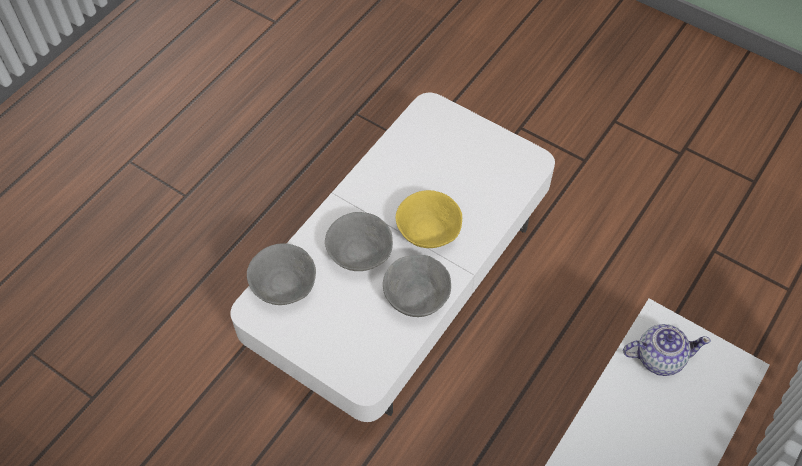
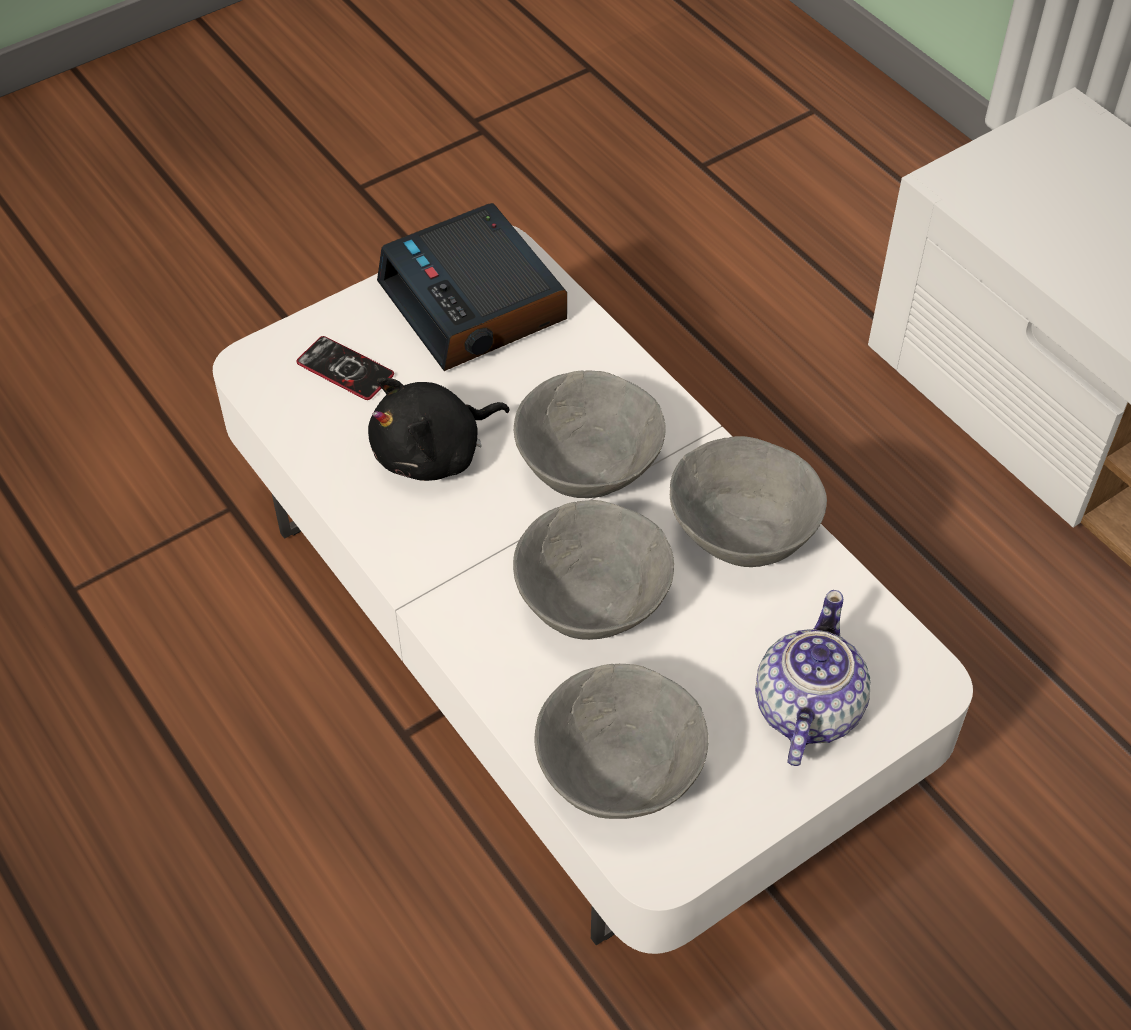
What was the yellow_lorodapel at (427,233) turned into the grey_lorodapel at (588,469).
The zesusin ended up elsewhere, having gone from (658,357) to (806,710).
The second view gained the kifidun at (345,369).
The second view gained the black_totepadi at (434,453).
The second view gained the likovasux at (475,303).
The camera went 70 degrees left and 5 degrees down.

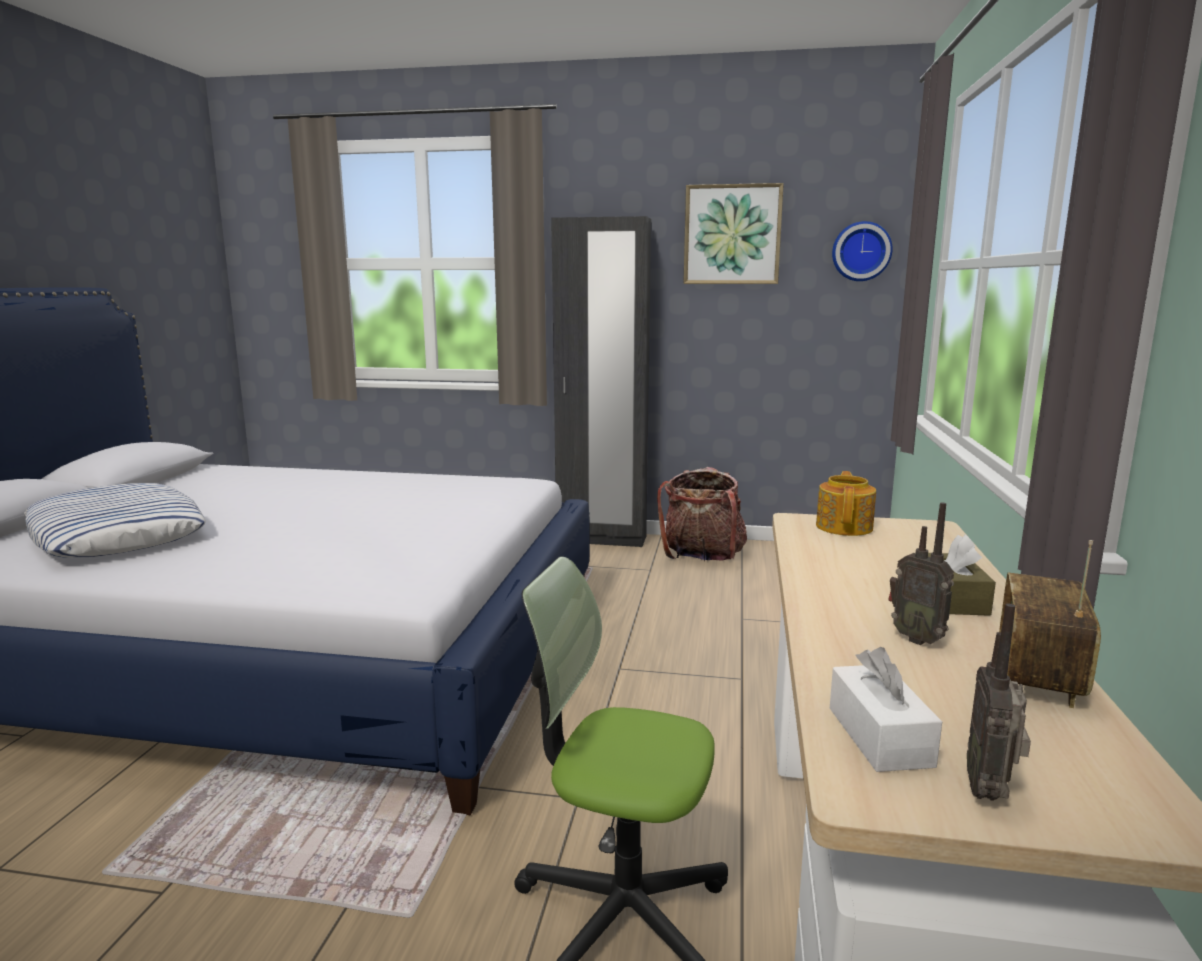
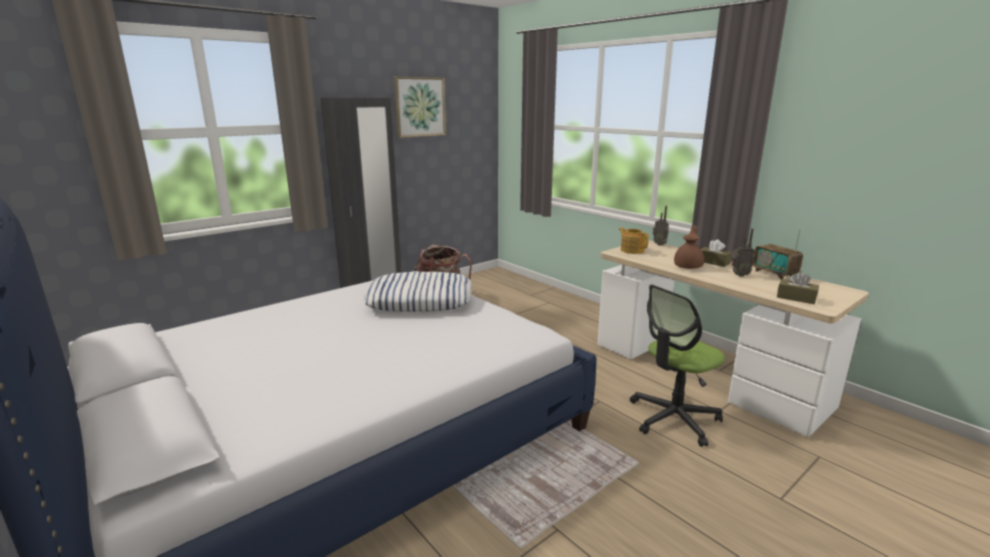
The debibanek ended up elsewhere, having gone from (116,534) to (419,300).
What was the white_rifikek at (879,736) turned into the brown_rifikek at (796,298).
The second view lost the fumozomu at (861,251).
The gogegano ended up elsewhere, having gone from (990,790) to (660,244).
The second view gained the brown_zesusin at (688,266).
The camera went 50 degrees left and 5 degrees up.

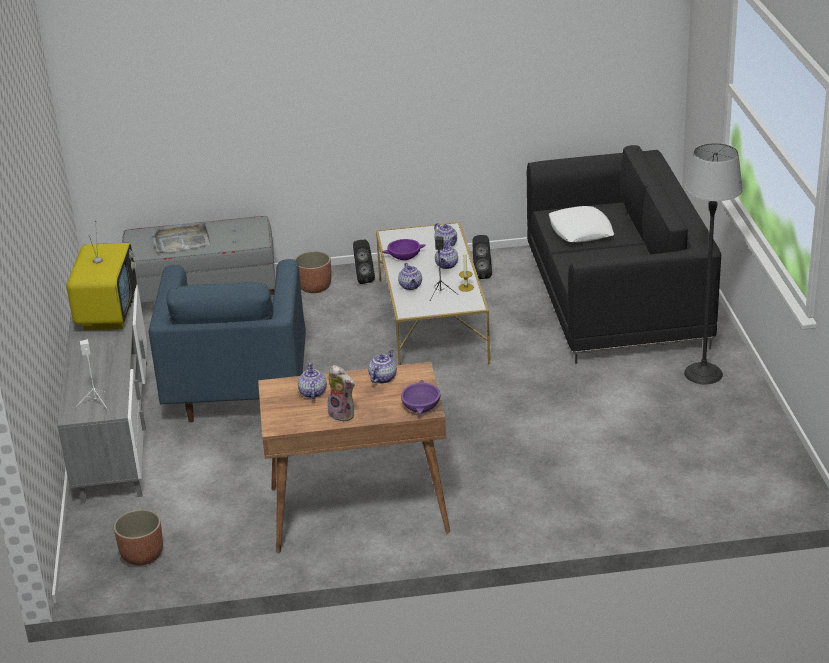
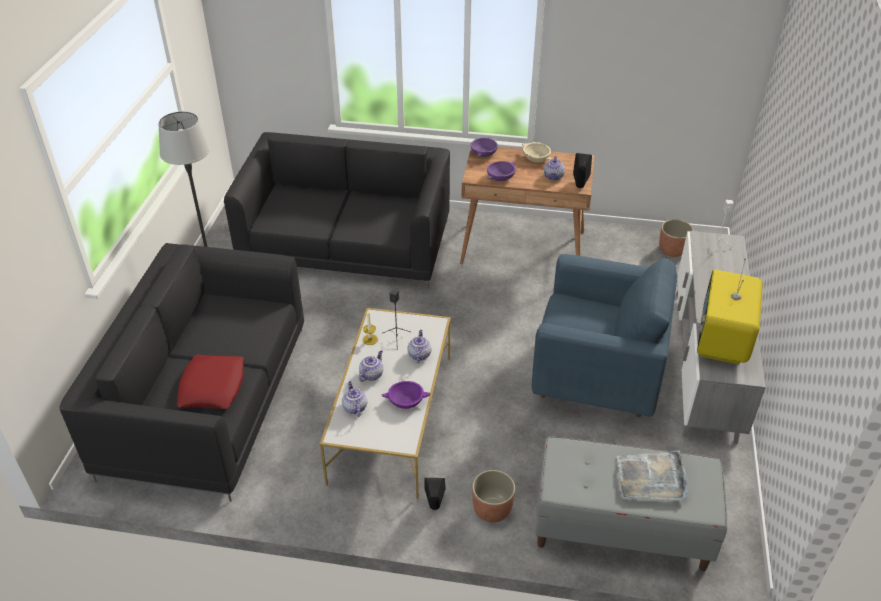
The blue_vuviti at (237,389) ended up facing another way, 90 degrees clockwise from before.
Where the totepadi stood at (343,414), the beige_lorodapel came to stand at (536,158).
Where the zesusin stood at (383,378), the purple_lorodapel came to stand at (501,177).
The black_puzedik ended up elsewhere, having gone from (481,274) to (579,187).
What was the white_debibanek at (581,231) turned into the red_debibanek at (212,386).
The second view gained the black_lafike at (347,243).
The camera went 165 degrees left and 10 degrees up.

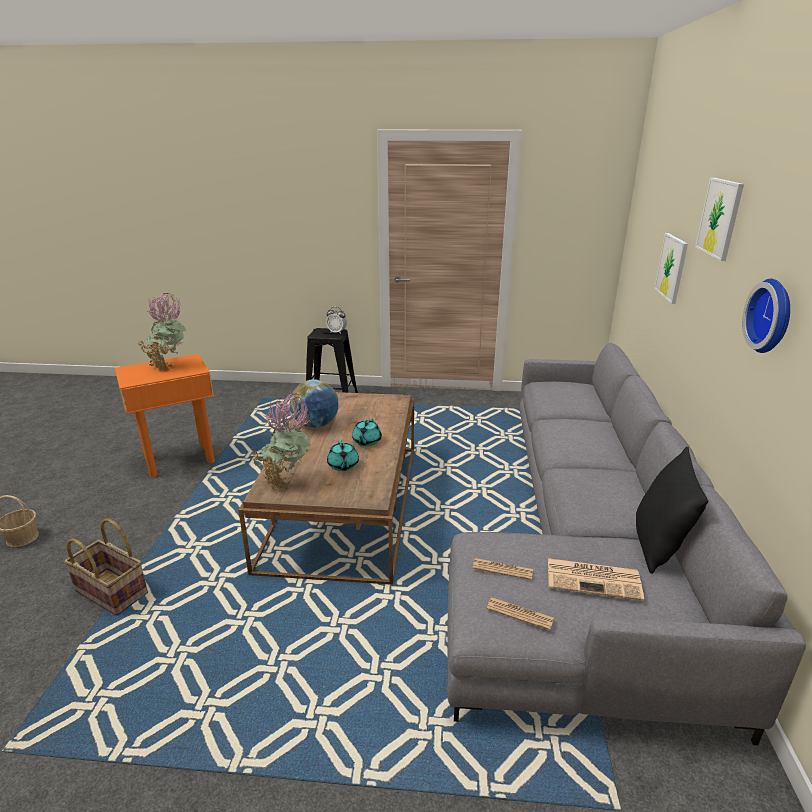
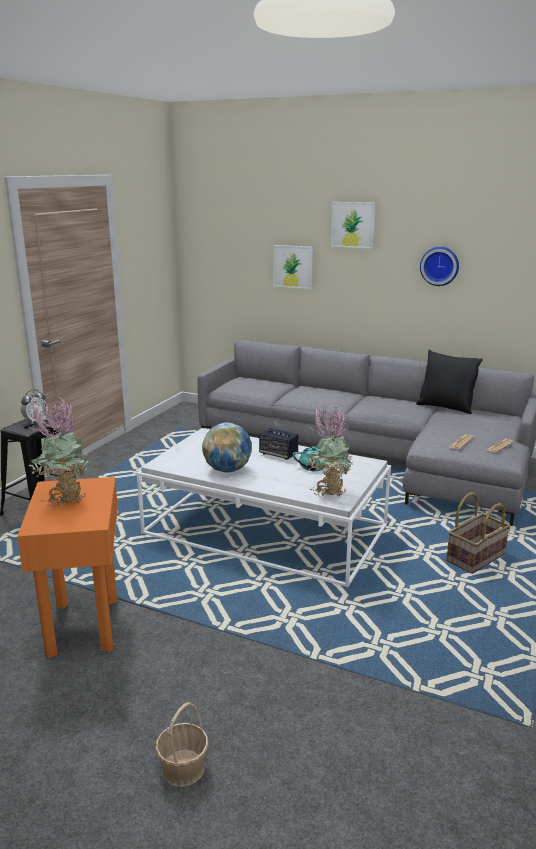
The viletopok ended up elsewhere, having gone from (113,591) to (475,557).
What was the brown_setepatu at (344,504) turned into the white_setepatu at (266,529).
Where the turquoise_zesusin stood at (366,441), the puzedik came to stand at (278,454).
The second view lost the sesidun at (594,579).
The camera went 70 degrees left and 5 degrees down.

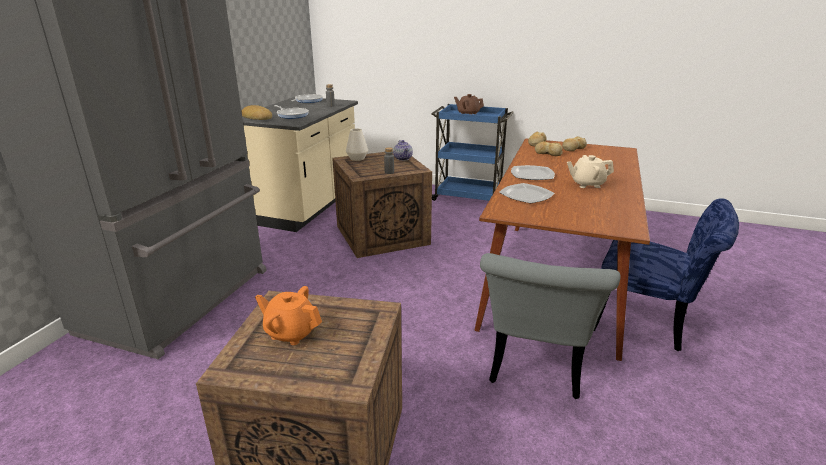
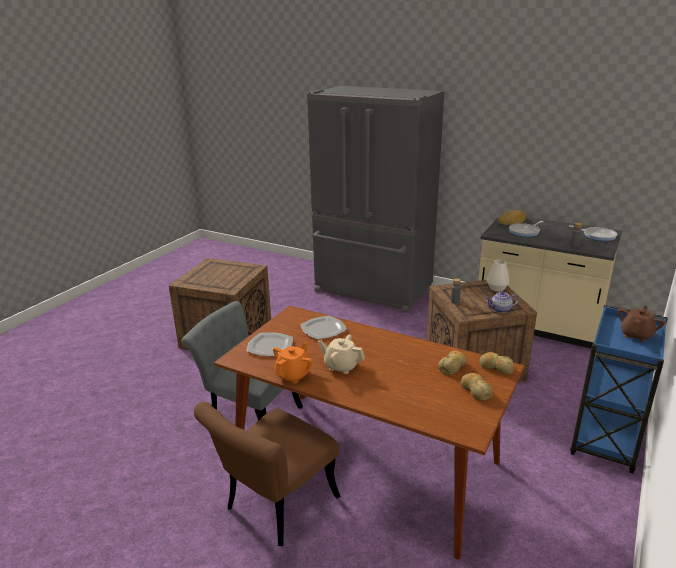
The orange_zesusin ended up elsewhere, having gone from (291,333) to (293,375).
The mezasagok ended up elsewhere, having gone from (532,175) to (270,346).
The beige_zesusin at (587,184) ended up facing another way, 75 degrees counterclockwise from before.
What was the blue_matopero at (649,323) turned into the brown_matopero at (274,507).
The camera went 100 degrees right and 0 degrees up.

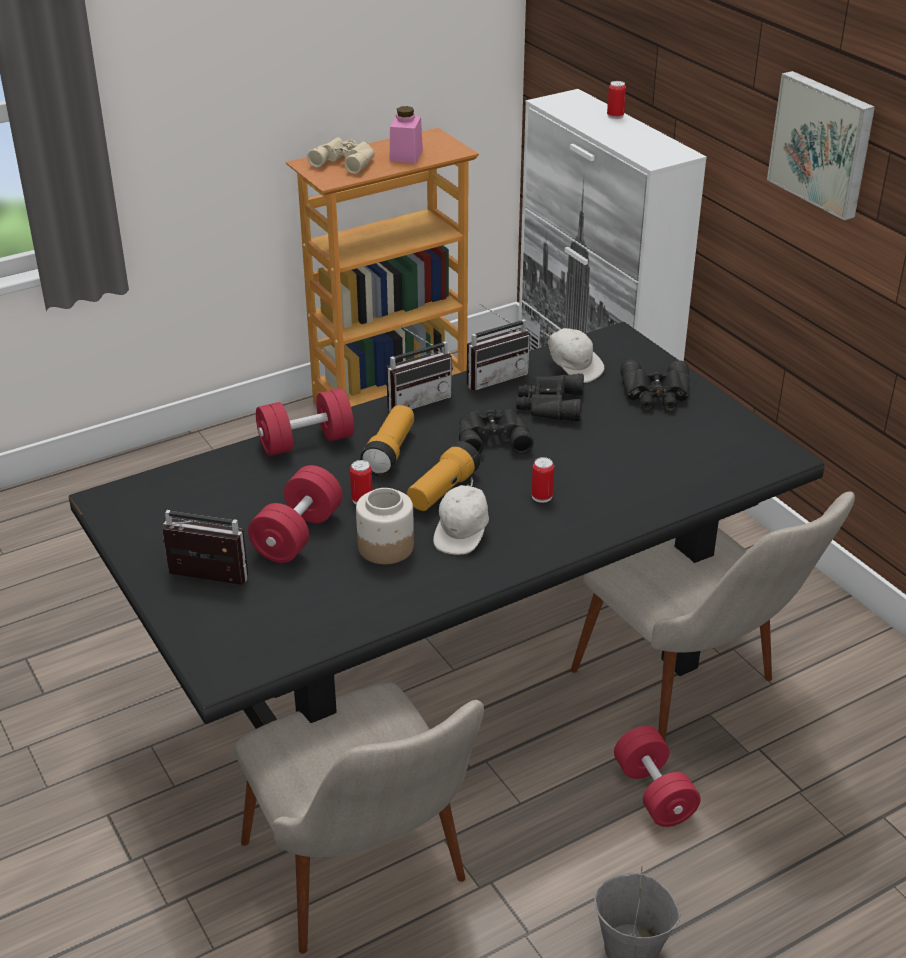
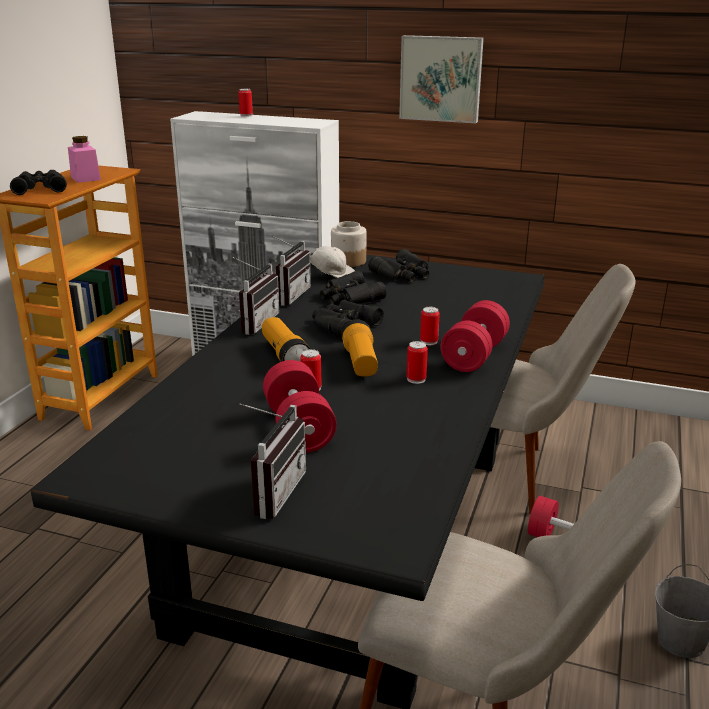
The gogegano at (204,581) ended up facing another way, 135 degrees clockwise from before.
The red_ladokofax ended up elsewhere, having gone from (306,442) to (474,355).
What was the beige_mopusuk at (346,161) turned into the black_mopusuk at (40,188).
The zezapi ended up elsewhere, having gone from (385,547) to (348,261).
Where the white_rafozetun stood at (463,534), the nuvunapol came to stand at (416,379).
The camera went 40 degrees left and 10 degrees down.

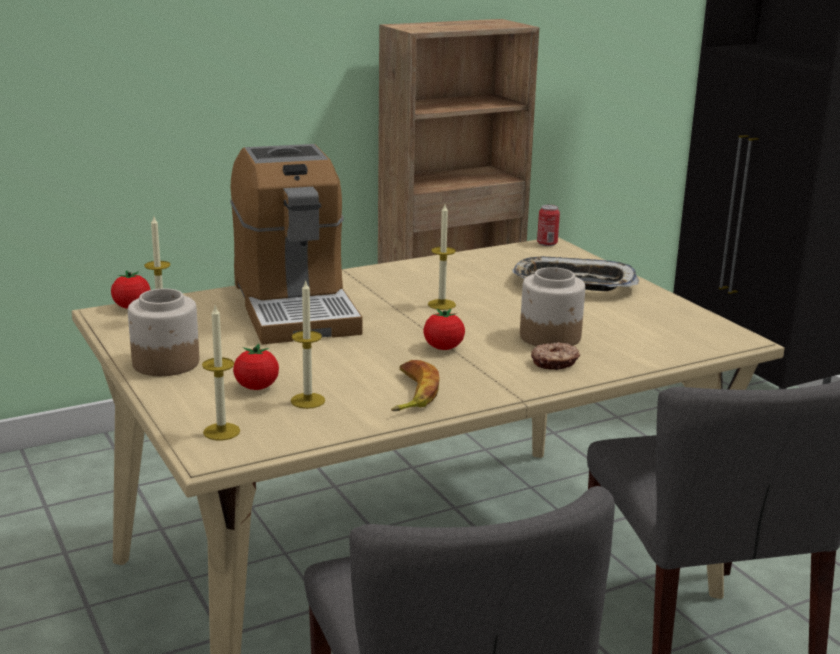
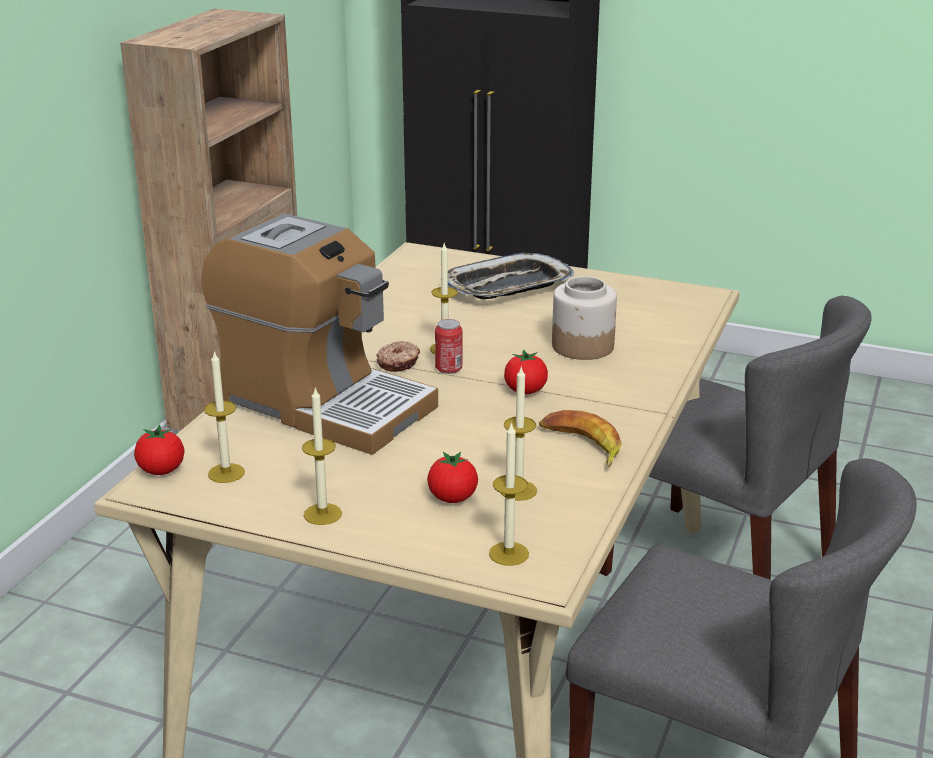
Where the zezapi stood at (165,363), the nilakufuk came to stand at (322,514).
The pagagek ended up elsewhere, having gone from (555,363) to (399,363).
The nuvunapol ended up elsewhere, having gone from (547,243) to (448,369).
The camera went 40 degrees left and 5 degrees up.

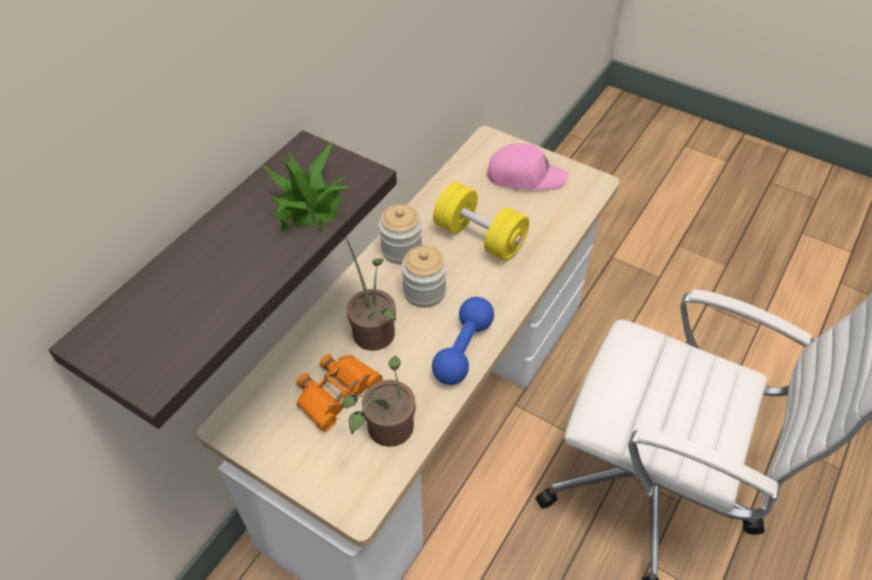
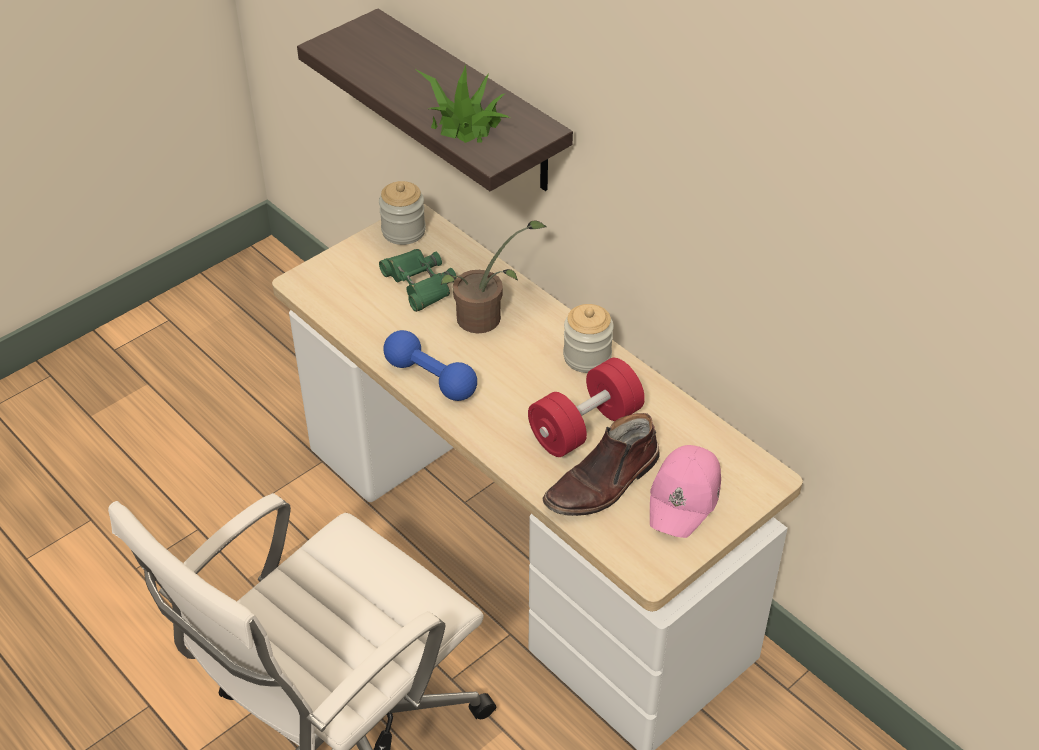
What was the orange_mopusuk at (336,393) turned into the green_mopusuk at (419,284).
The second view lost the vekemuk at (386,431).
The zezapi ended up elsewhere, having gone from (424,291) to (403,231).
What was the yellow_ladokofax at (479,237) turned into the red_ladokofax at (585,426).
The second view gained the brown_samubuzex at (603,483).
The camera went 105 degrees right and 5 degrees down.

